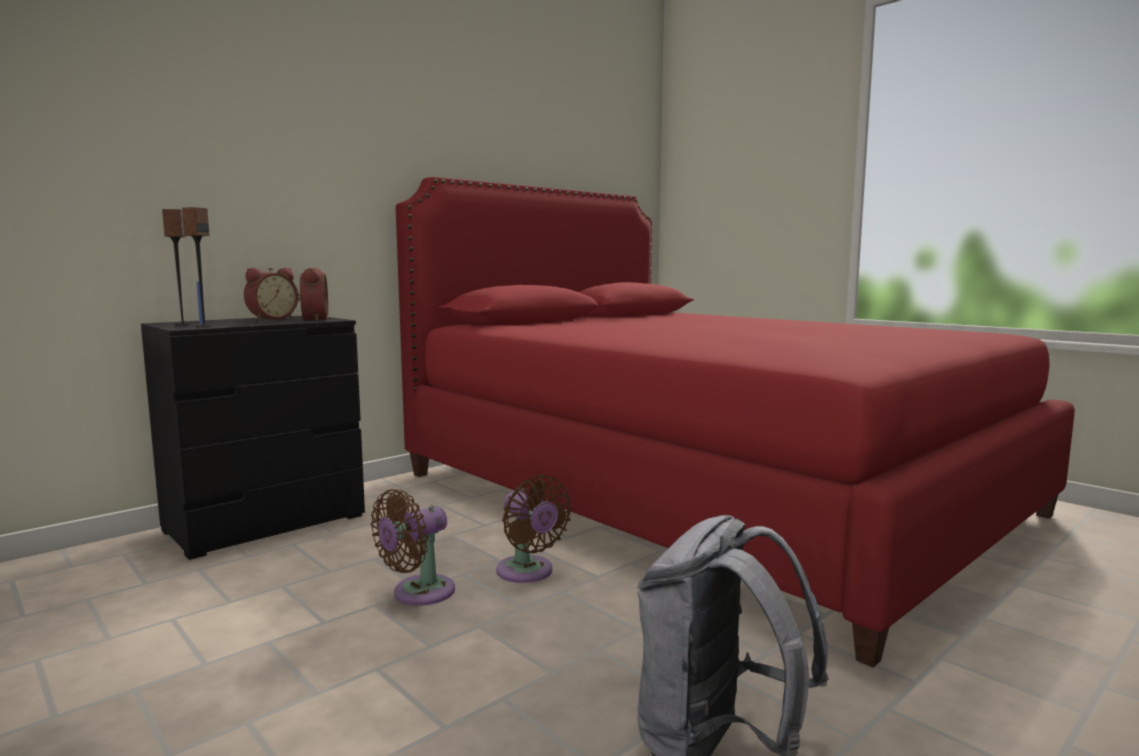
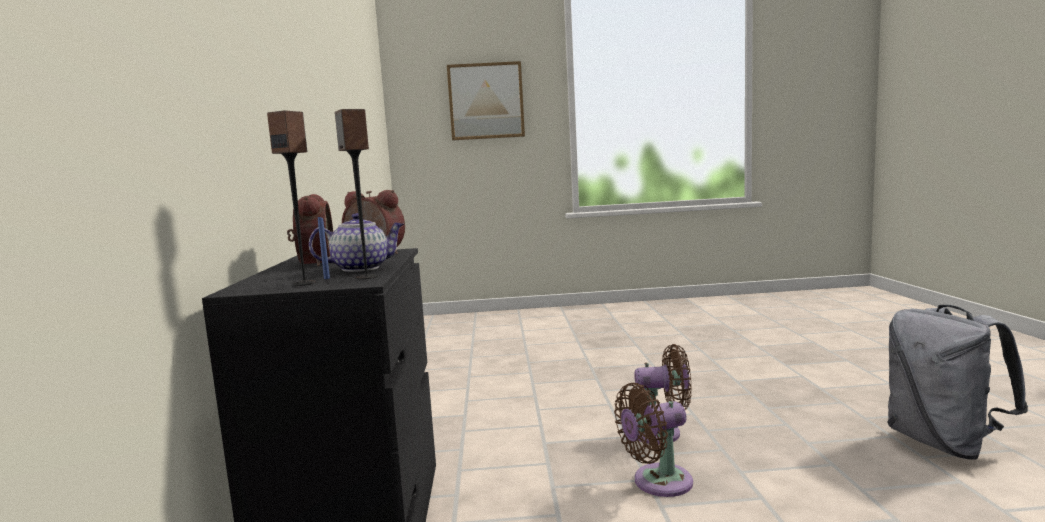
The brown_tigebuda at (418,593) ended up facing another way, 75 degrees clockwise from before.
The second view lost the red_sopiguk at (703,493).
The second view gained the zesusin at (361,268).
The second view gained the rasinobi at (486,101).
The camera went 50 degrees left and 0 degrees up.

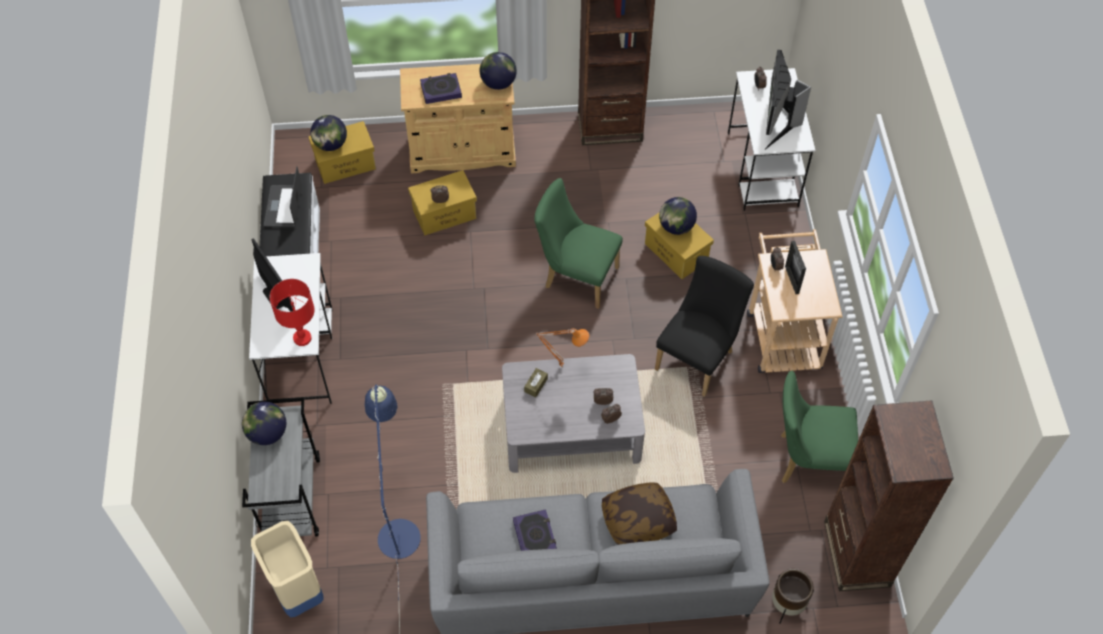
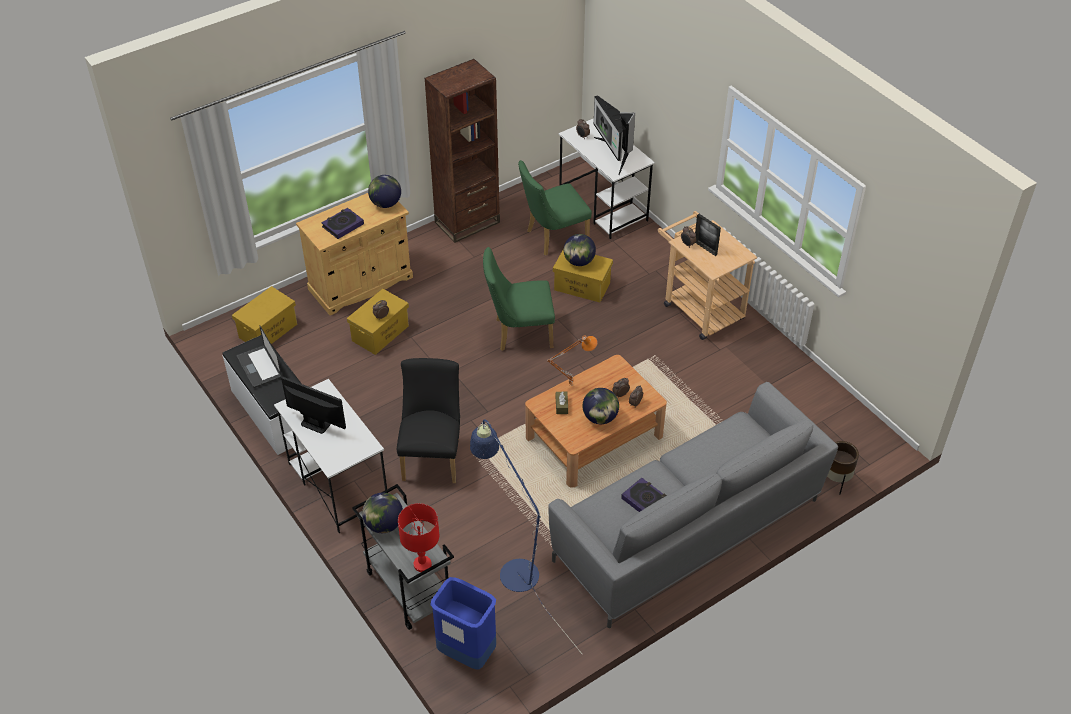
What was the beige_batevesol at (297,592) turned into the blue_batevesol at (466,653).
The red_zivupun ended up elsewhere, having gone from (302,338) to (423,564).
The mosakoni ended up elsewhere, having gone from (331,145) to (600,418).
What was the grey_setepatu at (571,427) turned into the brown_setepatu at (594,437).
The second view lost the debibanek at (638,520).
The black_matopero ended up elsewhere, having gone from (698,357) to (432,455).
The green_matopero ended up elsewhere, having gone from (806,460) to (553,238).
The second view lost the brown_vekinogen at (856,554).
The camera went 30 degrees left and 10 degrees down.

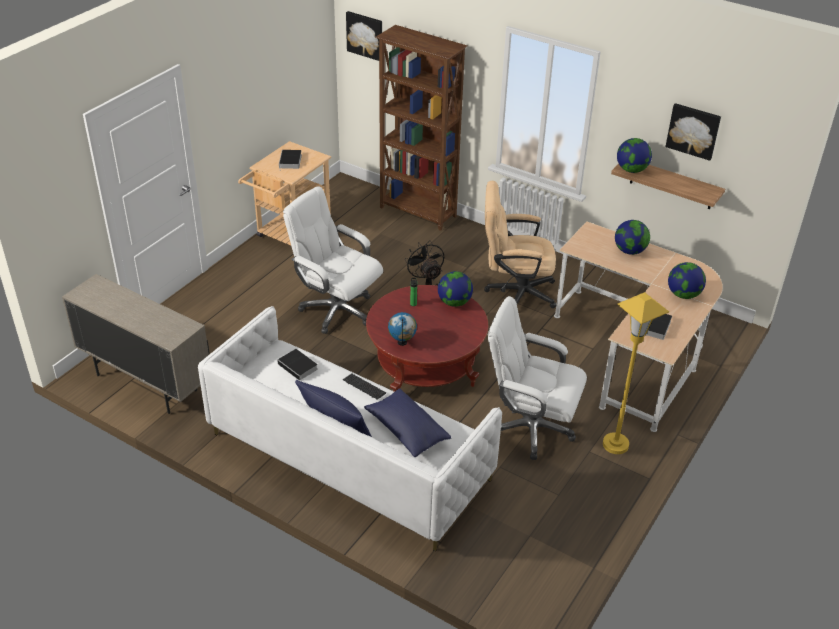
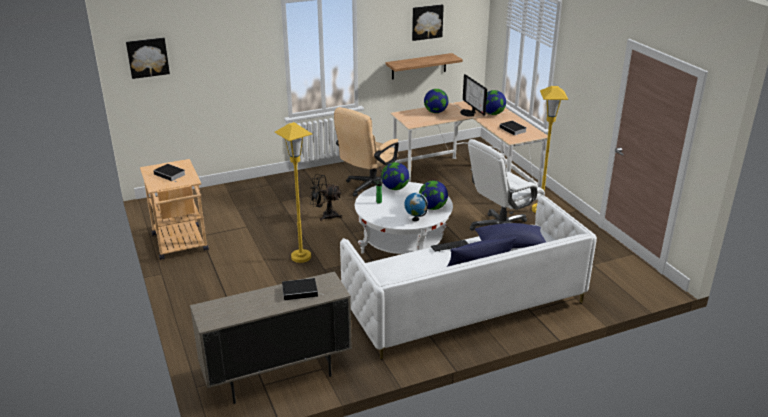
The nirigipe ended up elsewhere, having gone from (299,367) to (301,291).
Where the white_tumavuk stood at (336,310), the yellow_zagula came to stand at (301,257).
What was the red_setepatu at (425,365) turned into the white_setepatu at (403,243).
The second view lost the brown_vekinogen at (418,212).
The mosakoni ended up elsewhere, having gone from (631,170) to (432,207).
The second view gained the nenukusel at (469,113).
The camera went 55 degrees left and 10 degrees down.

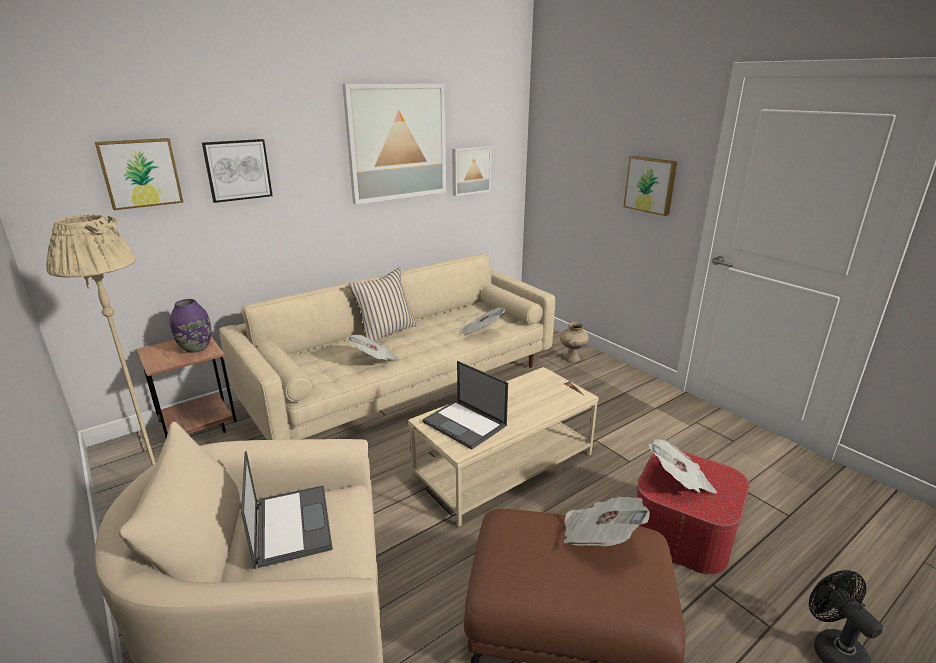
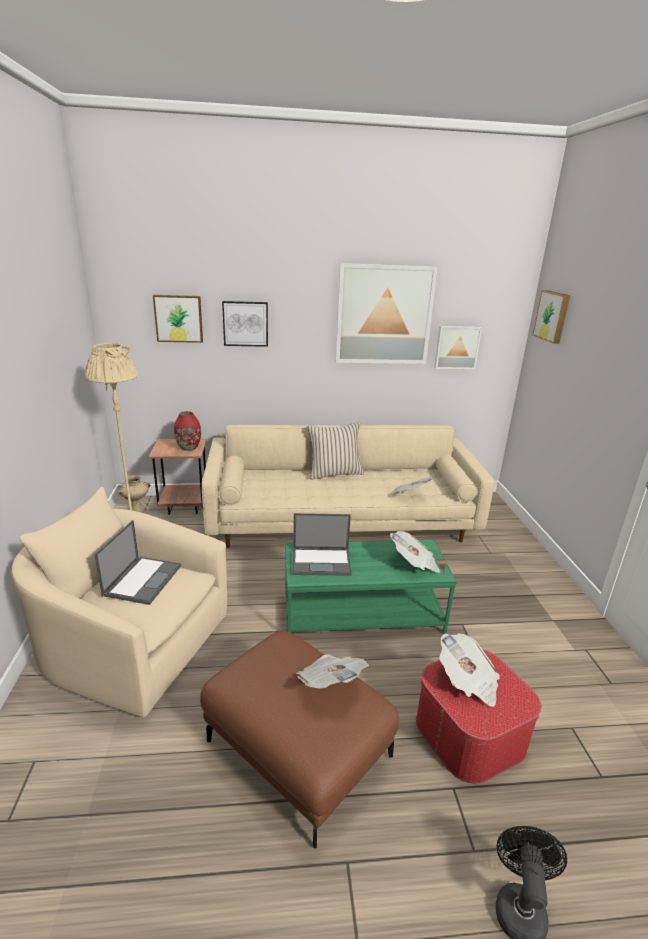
What was the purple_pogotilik at (195,348) turned into the red_pogotilik at (188,448).
The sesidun ended up elsewhere, having gone from (375,360) to (414,563).
What was the beige_setepatu at (504,465) turned into the green_setepatu at (362,612).
The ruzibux at (465,424) ended up facing another way, 75 degrees counterclockwise from before.
The beige_pogotilik ended up elsewhere, having gone from (572,359) to (136,509).
The rasinobi ended up elsewhere, having gone from (650,185) to (552,316).
The camera went 30 degrees right and 0 degrees up.

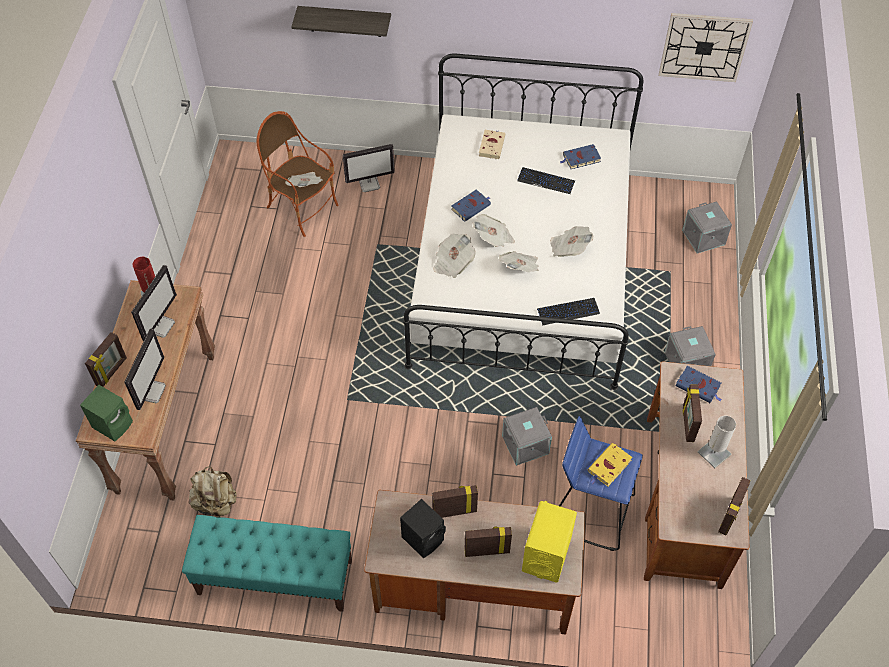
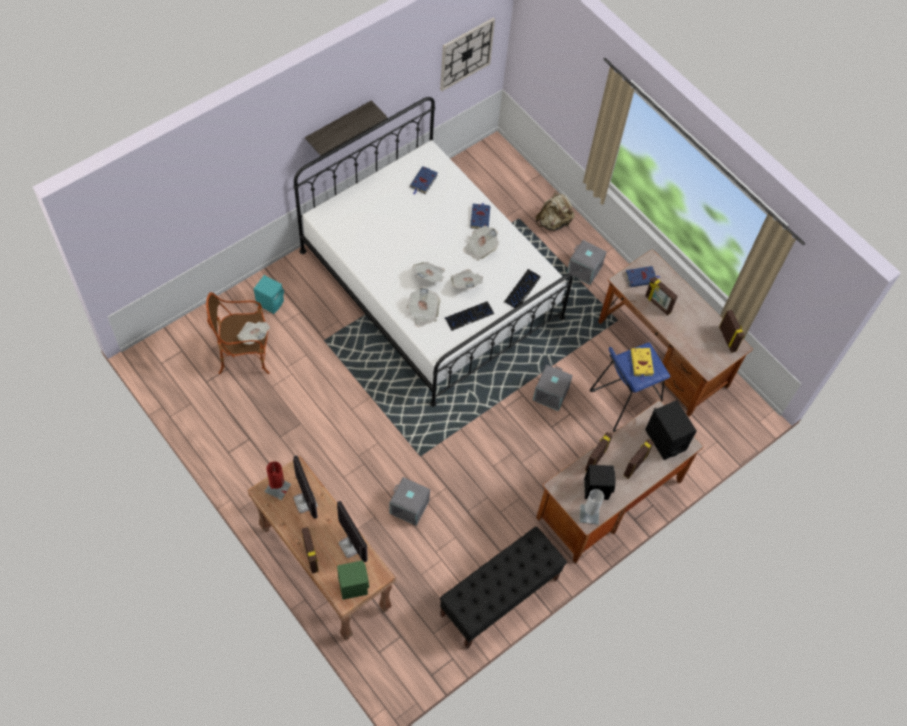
What was the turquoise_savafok at (274,577) turned into the black_savafok at (499,597).
The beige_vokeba ended up elsewhere, having gone from (216,503) to (553,222).
The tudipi ended up elsewhere, having gone from (345,21) to (339,127).
Where the nenukusel stood at (370,184), the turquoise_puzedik came to stand at (271,302).
The blue_nirigipe ended up elsewhere, having gone from (471,206) to (480,217).
The second view lost the beige_nirigipe at (491,145).
The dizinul ended up elsewhere, having gone from (546,181) to (469,316).
What was the yellow_puzedik at (546,554) turned into the black_puzedik at (665,440).
The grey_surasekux ended up elsewhere, having gone from (702,237) to (408,507).
The white_zivupun ended up elsewhere, having gone from (714,453) to (589,514).
The camera went 50 degrees left and 5 degrees up.

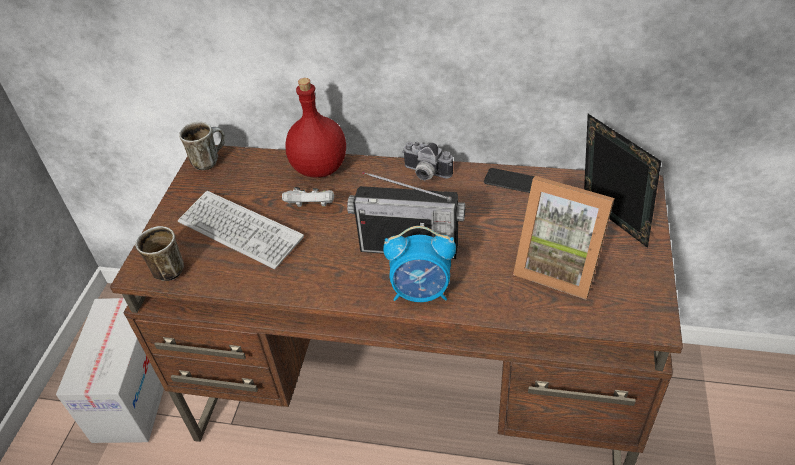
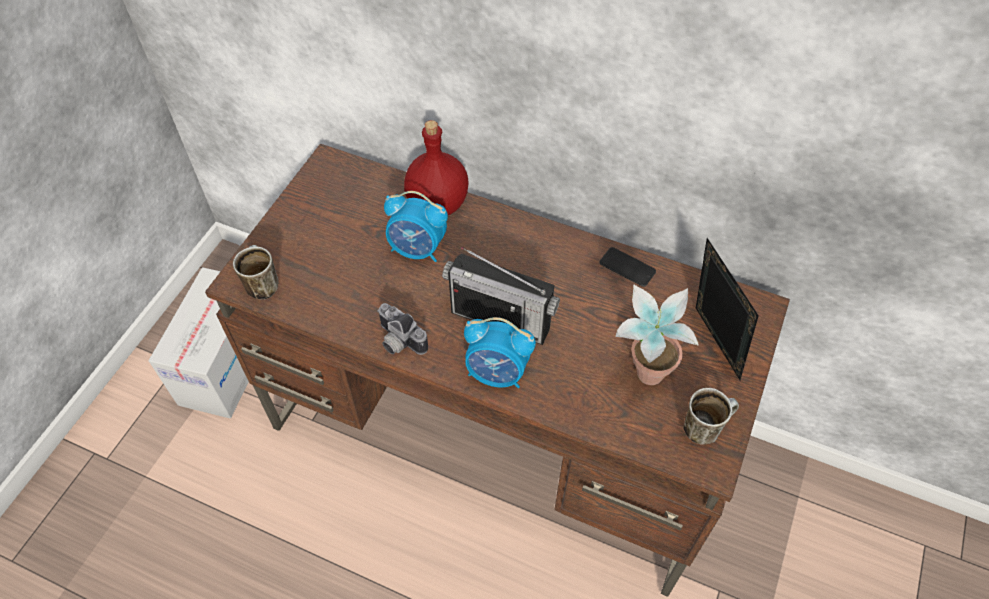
The second view lost the dizinul at (240,230).
The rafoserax ended up elsewhere, having gone from (209,160) to (705,427).
Where the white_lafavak stood at (312,207), the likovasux came to stand at (418,249).
The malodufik ended up elsewhere, having gone from (425,174) to (398,342).
Where the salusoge stood at (559,266), the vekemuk came to stand at (642,379).
The camera went 10 degrees right and 10 degrees up.

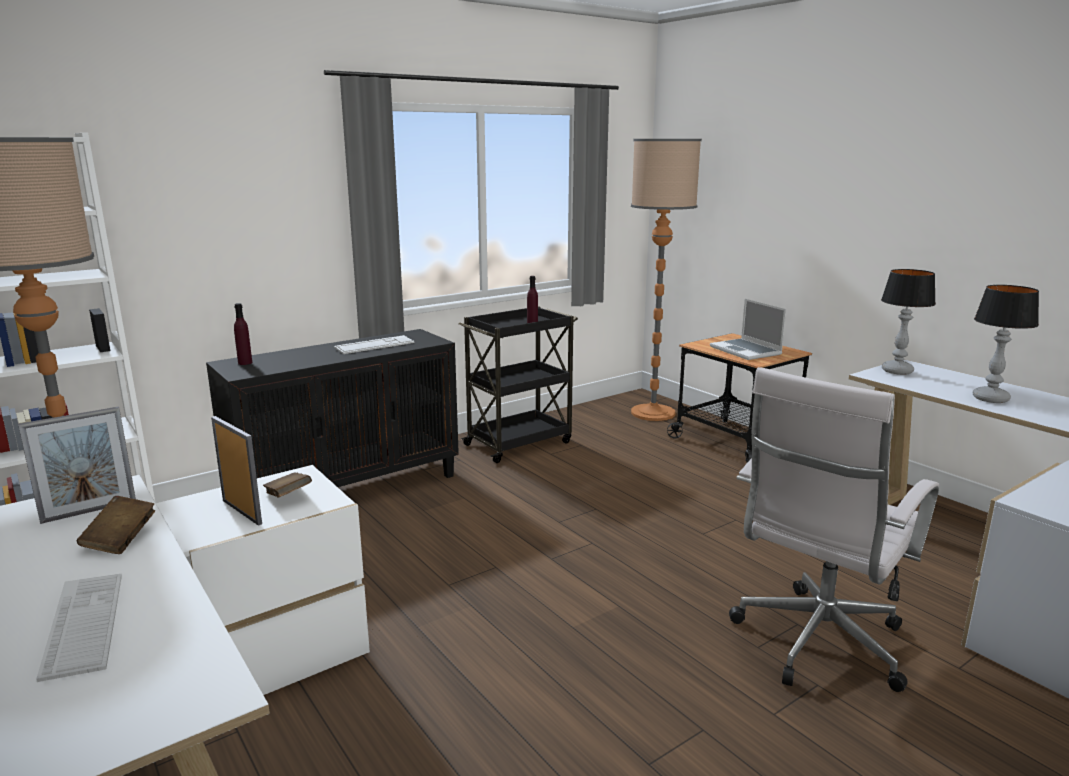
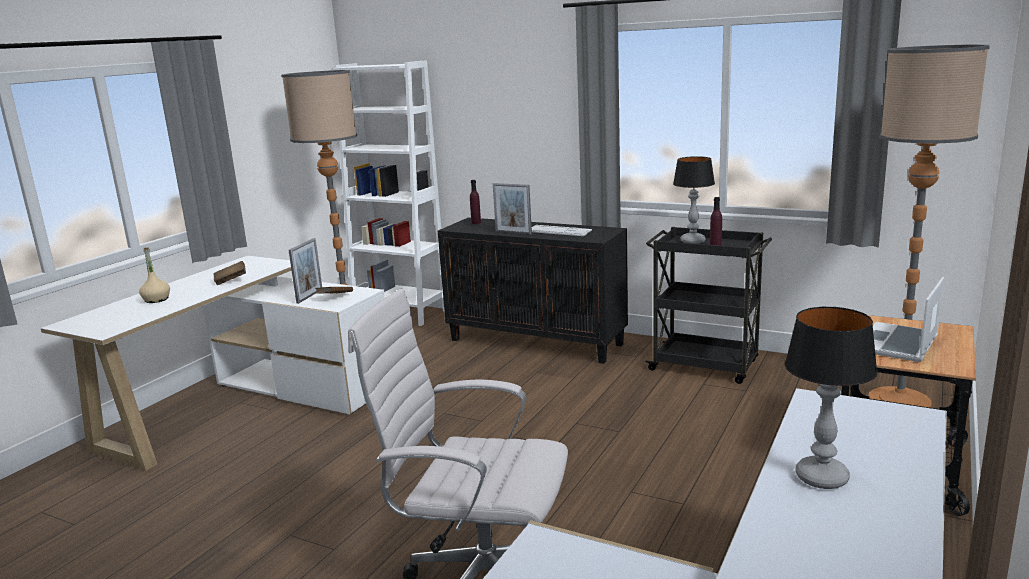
The salusoge ended up elsewhere, having gone from (89,511) to (513,232).
Where the dizinul stood at (84,624), the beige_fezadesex came to stand at (156,299).
The zivupun ended up elsewhere, having gone from (897,371) to (692,241).
The camera went 65 degrees right and 0 degrees up.

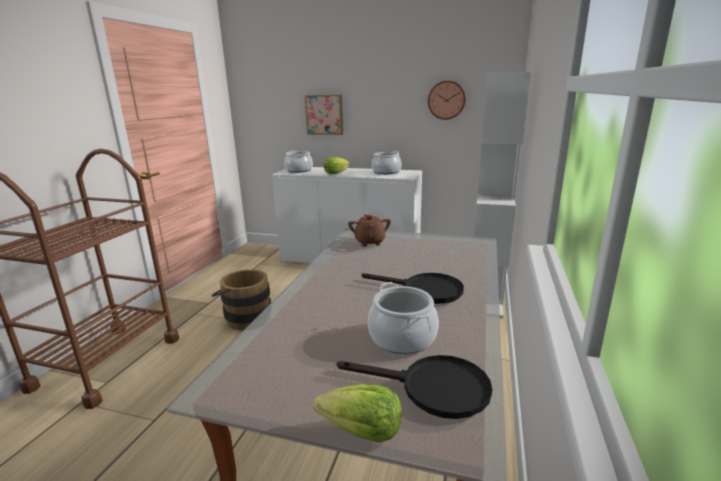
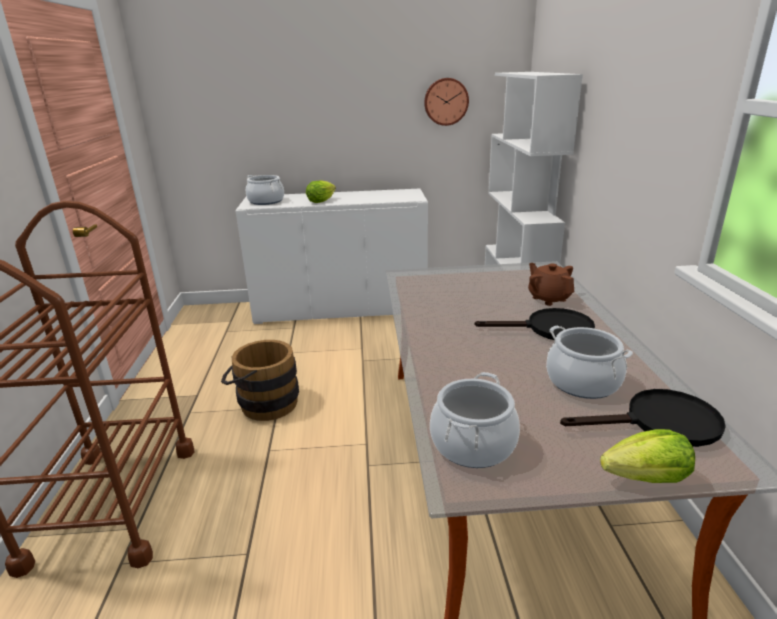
The second view lost the rasinobi at (325,114).
The brown_zesusin ended up elsewhere, having gone from (370,242) to (548,298).
The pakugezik ended up elsewhere, having gone from (386,172) to (473,444).
The camera went 20 degrees left and 5 degrees up.

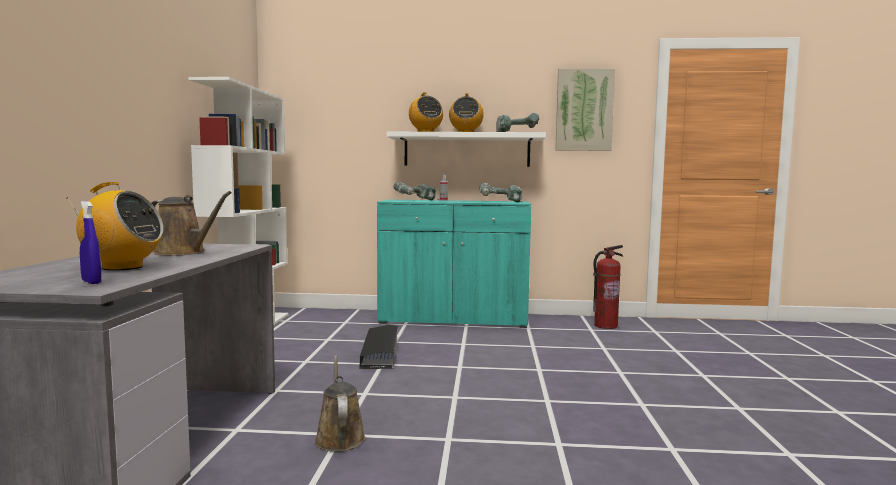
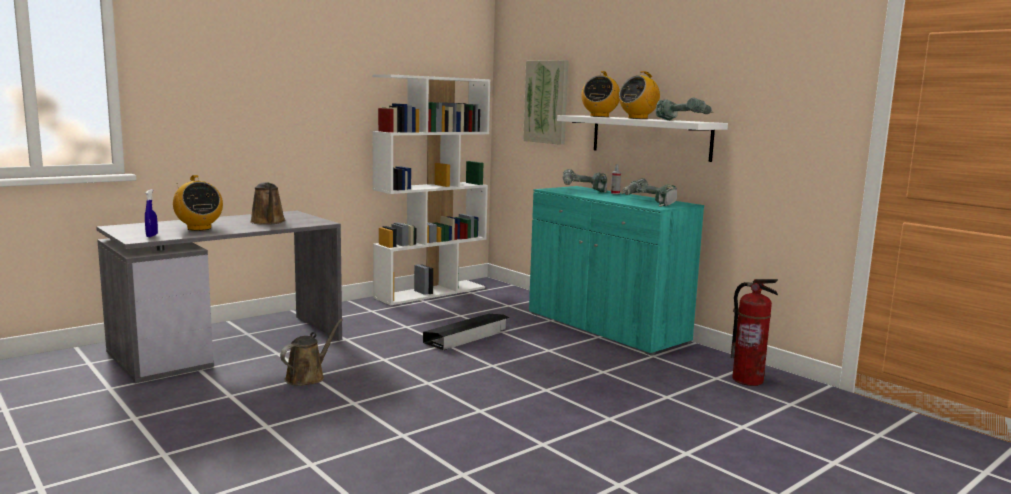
The rasinobi ended up elsewhere, having gone from (584,110) to (546,102).
The camera went 45 degrees right and 5 degrees up.

